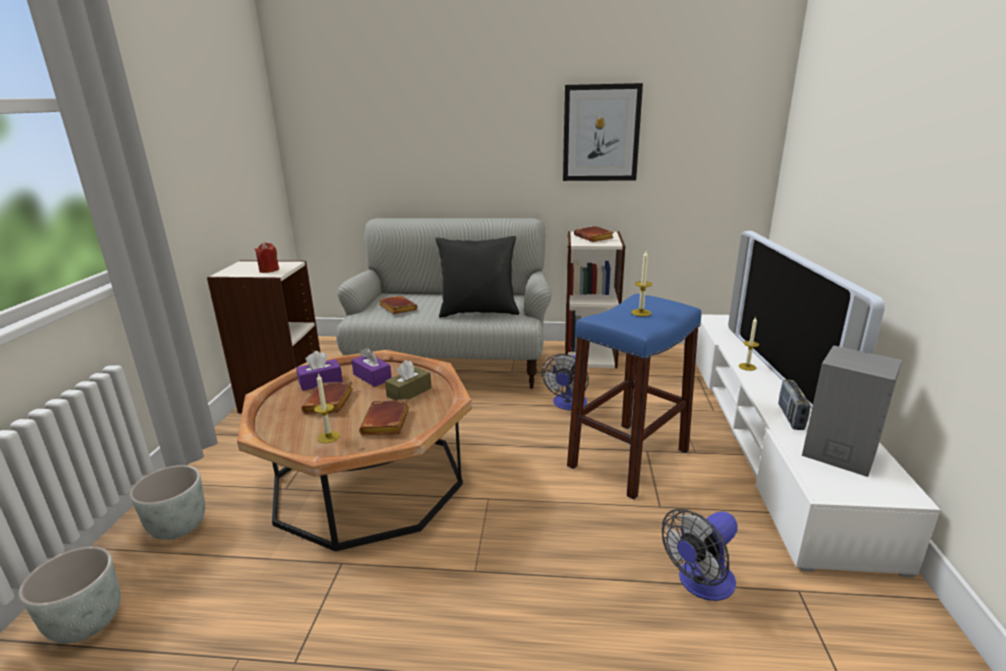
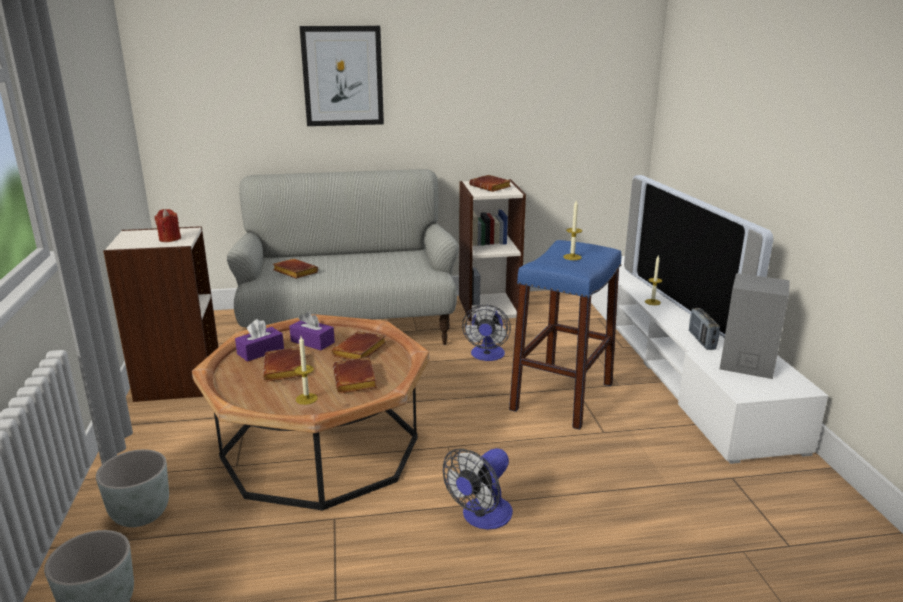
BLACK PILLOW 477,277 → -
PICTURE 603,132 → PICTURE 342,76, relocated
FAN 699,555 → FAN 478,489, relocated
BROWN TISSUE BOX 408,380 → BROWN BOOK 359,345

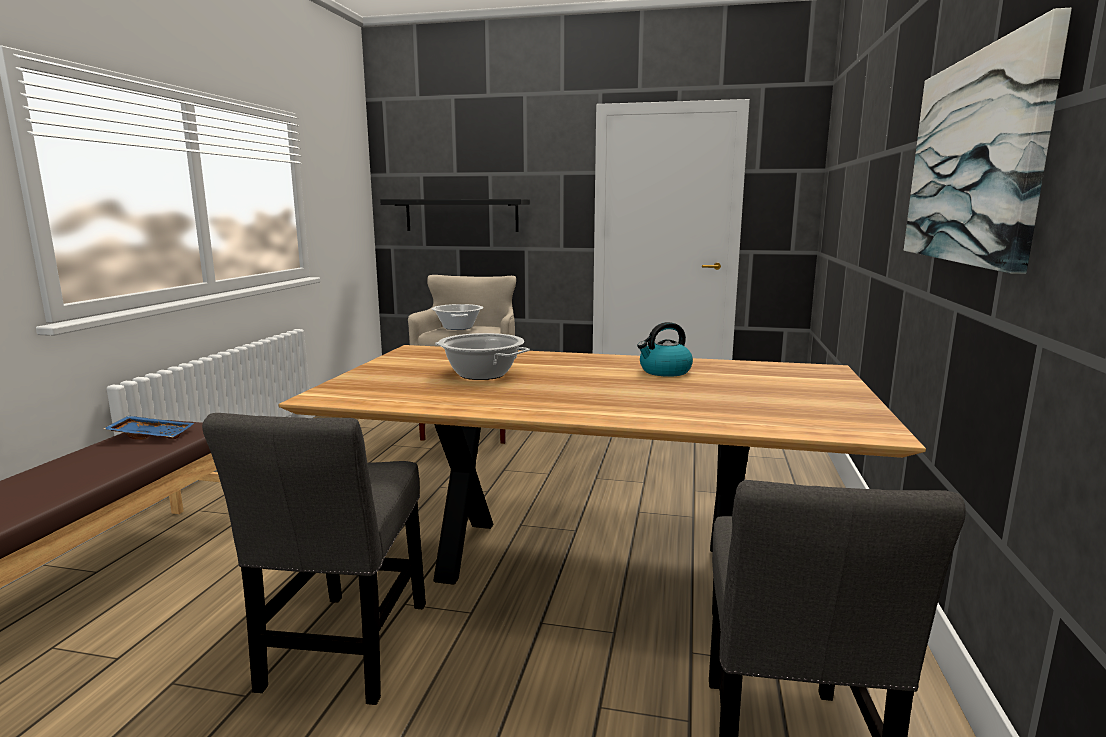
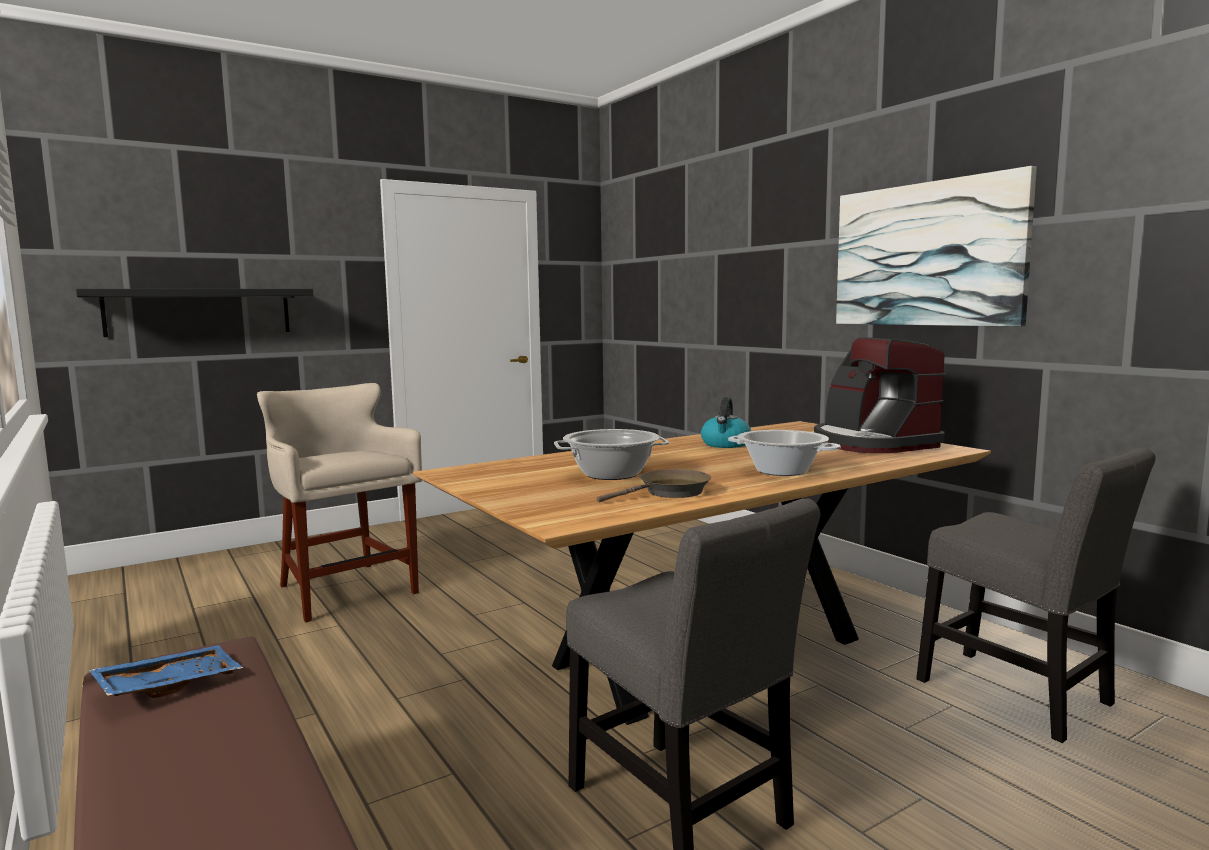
- → BROWN FRYING PAN 654,485
- → COFFEE MACHINE 879,395
COOKING POT 457,317 → COOKING POT 784,453, relocated

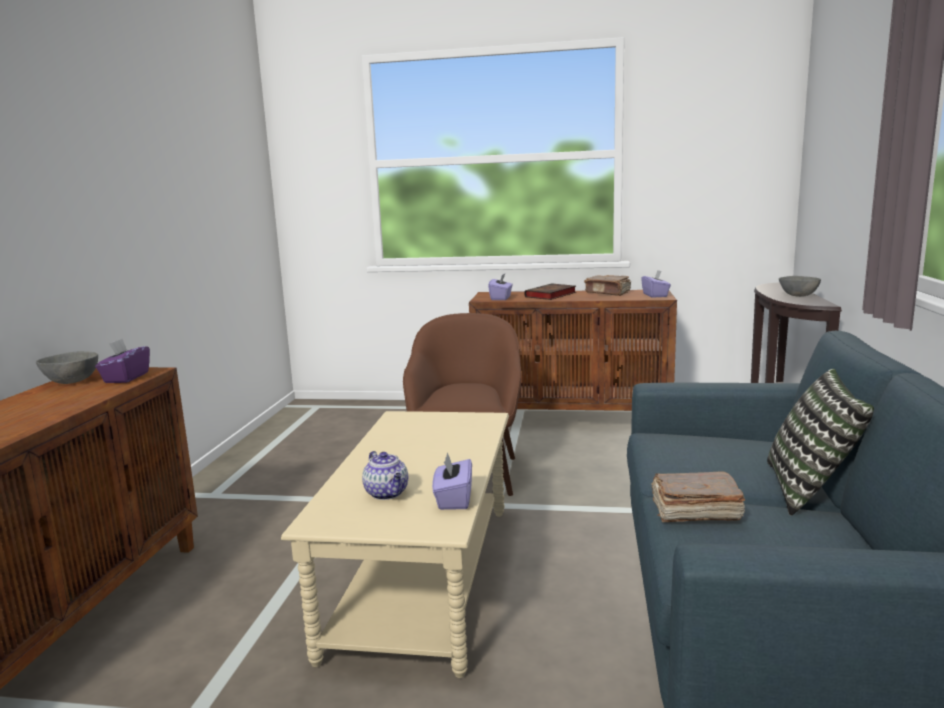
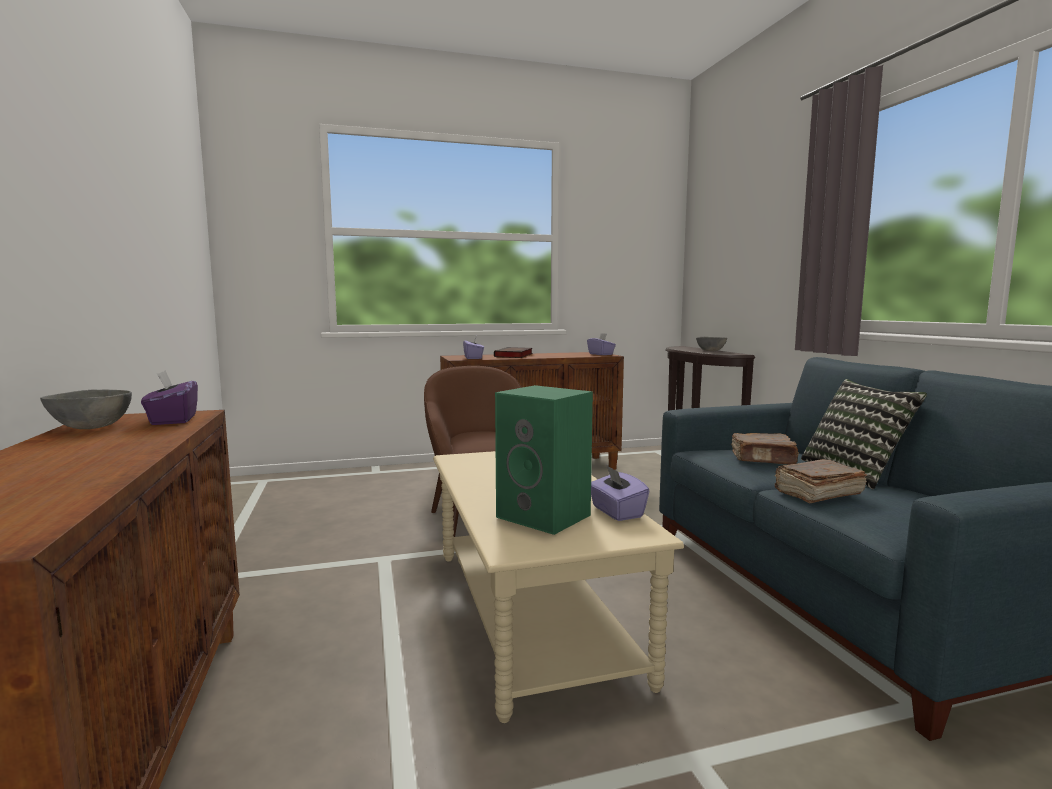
BROWN BOOK 607,285 → BROWN BOOK 765,449, relocated
TEAPOT 385,475 → GREEN SPEAKER 544,460

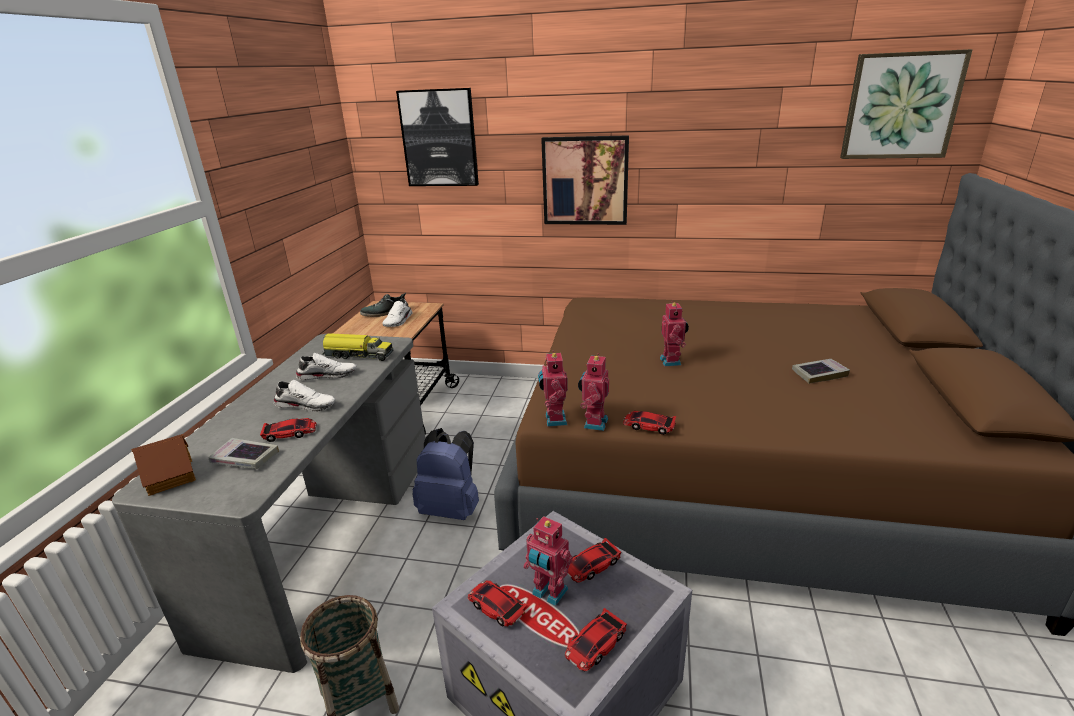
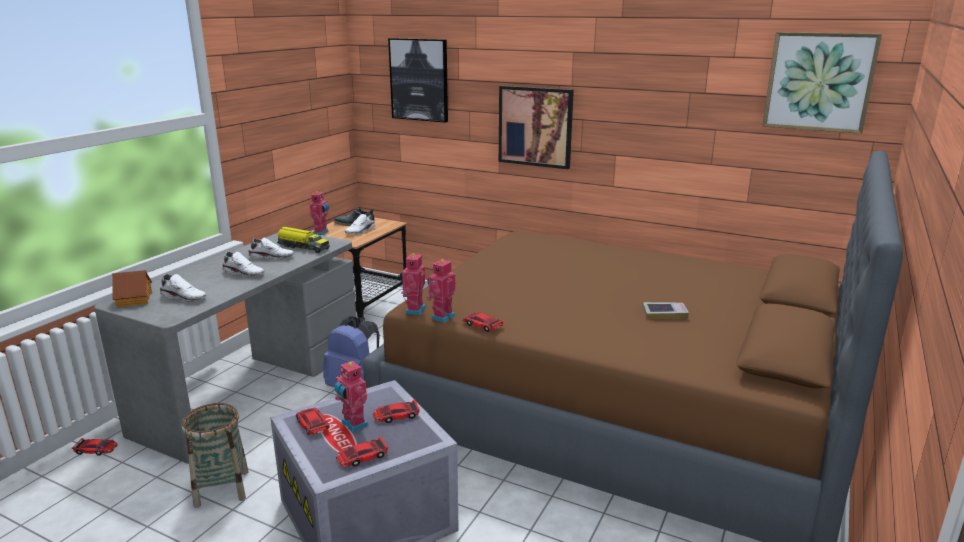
TOY CAR 288,430 → TOY CAR 95,447, relocated
TOY ROBOT 674,333 → TOY ROBOT 320,213, relocated
BOOK 244,453 → WHITE SHOE 183,288

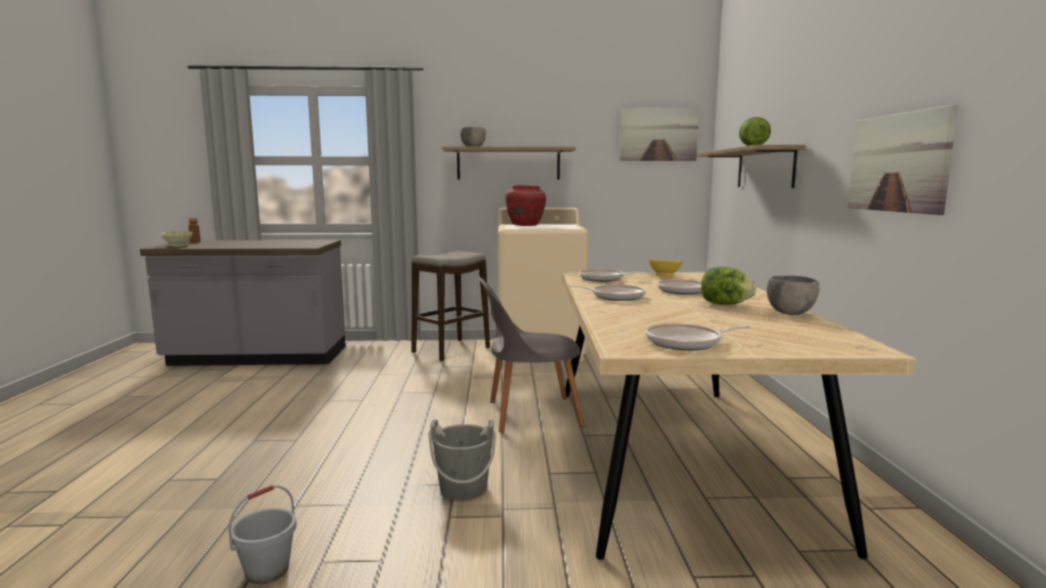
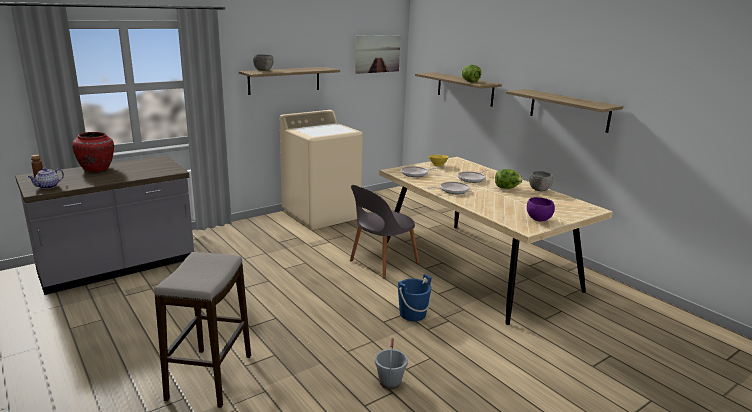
STOOL 451,306 → STOOL 202,330, relocated
RED VASE 525,205 → RED VASE 93,152, relocated
BEIGE BOWL 177,239 → TEAPOT 46,178
FRYING PAN 698,336 → PURPLE BOWL 541,209
PICTURE 903,159 → SHELF 564,111
GREY BUCKET 462,459 → BLUE BUCKET 415,297

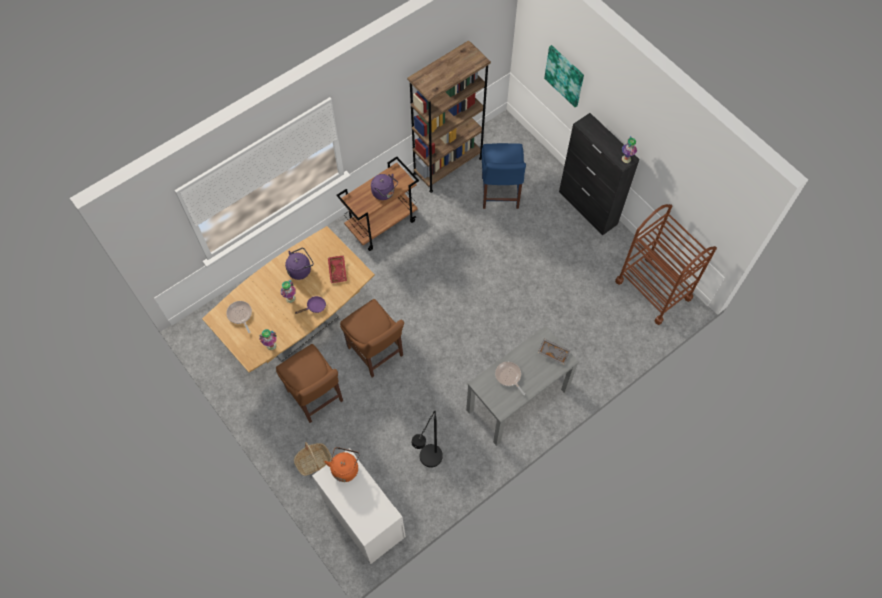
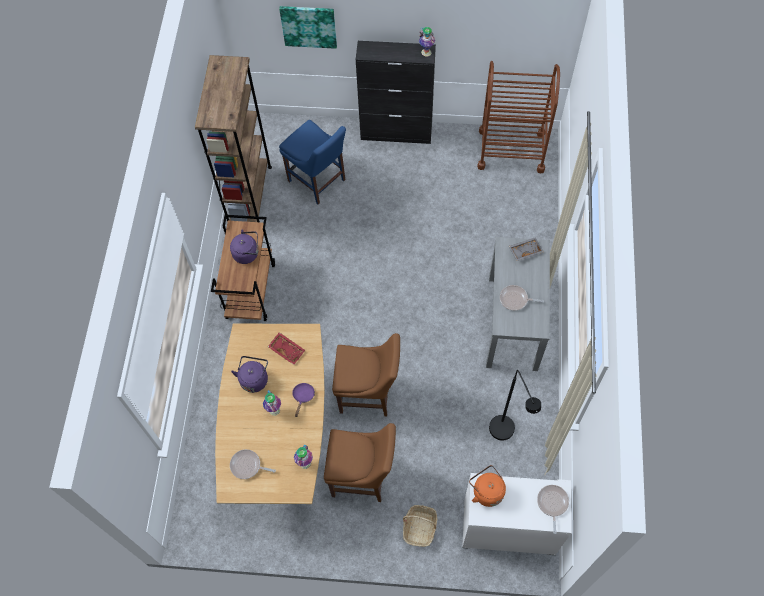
- → FRYING PAN 553,509

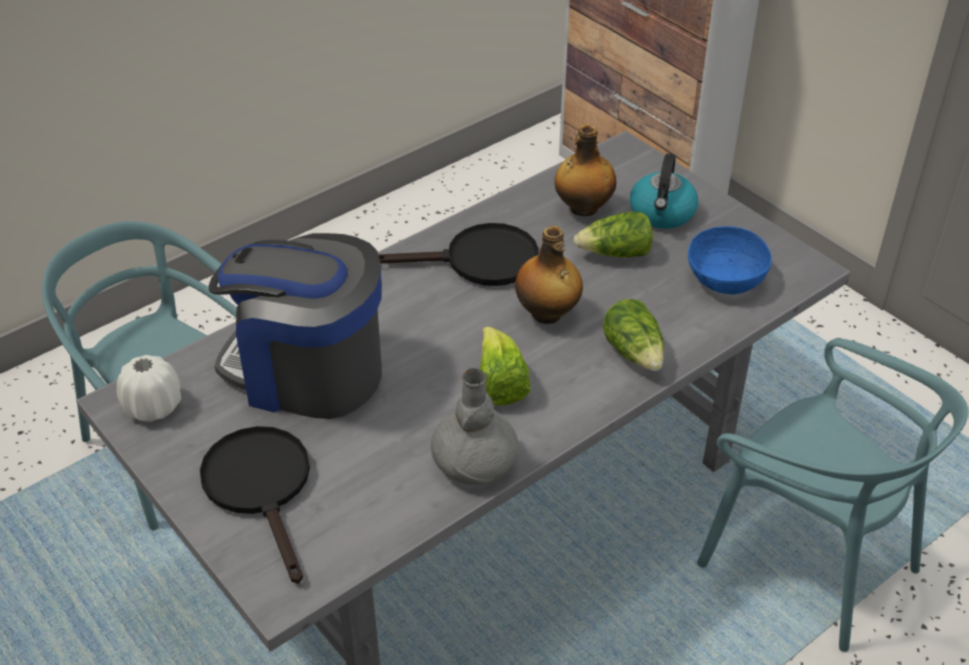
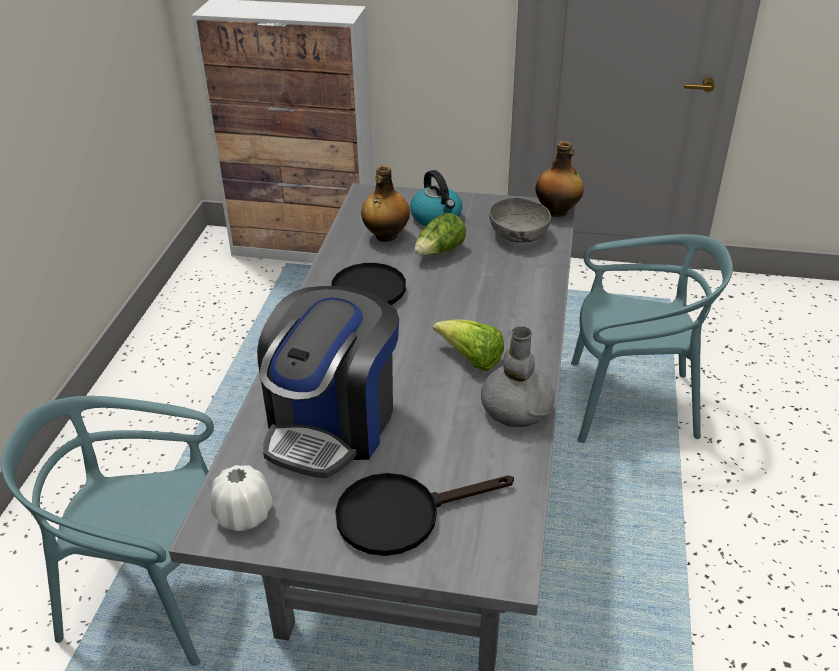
LETTUCE 633,335 → -
BOTTLE 549,275 → BOTTLE 559,179, relocated
BLUE BOWL 730,260 → GREY BOWL 520,220
BLACK FRYING PAN 255,505 → BLACK FRYING PAN 424,514, 45 degrees counterclockwise
COFFEE MACHINE 295,326 → COFFEE MACHINE 328,382, 45 degrees counterclockwise

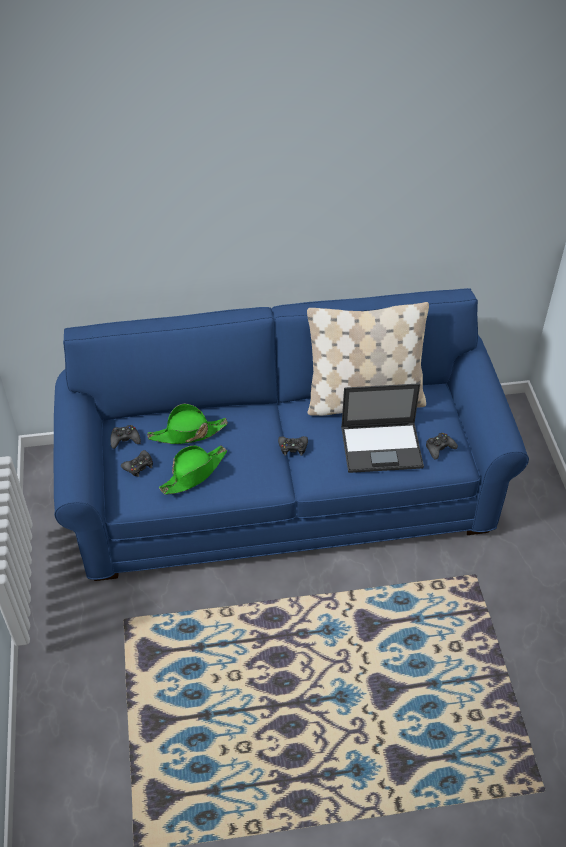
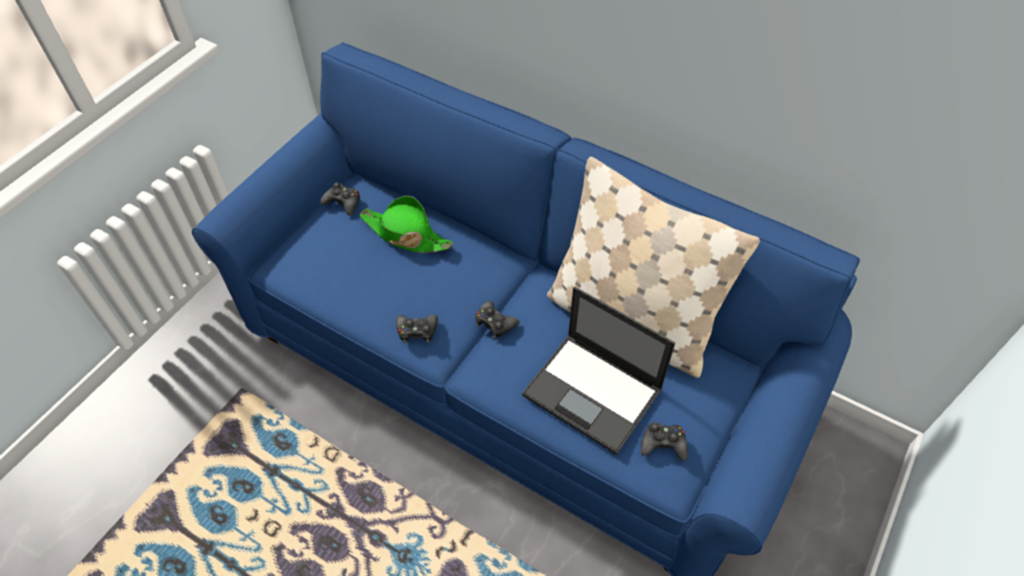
GREEN HAT 193,470 → -
BLACK GAME CONTROLLER 137,463 → BLACK GAME CONTROLLER 417,329, relocated

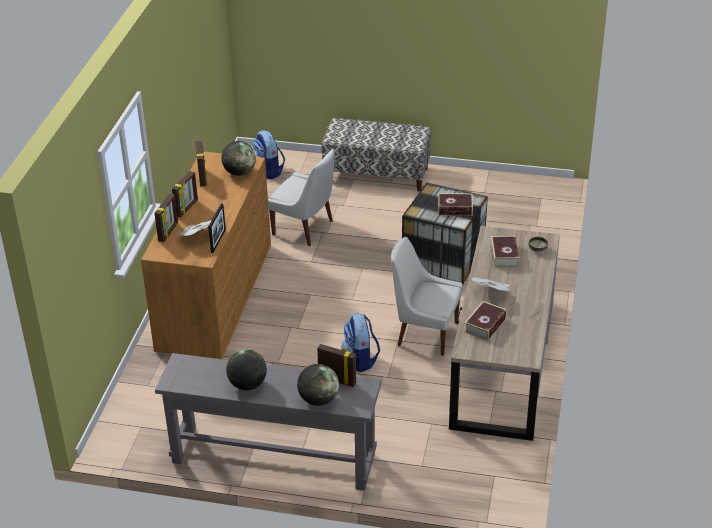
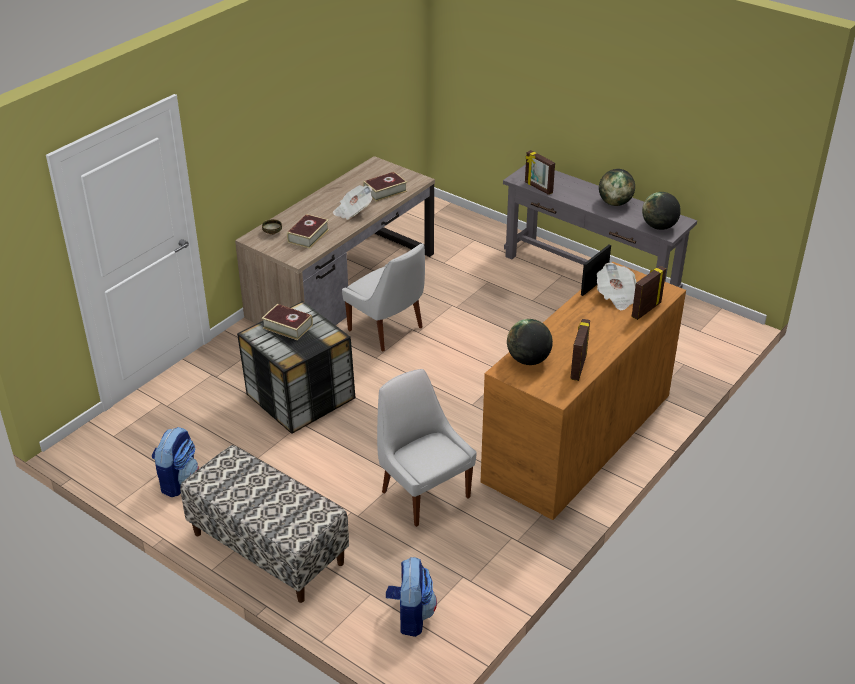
PICTURE FRAME 185,194 → -
GLOBE 318,385 → GLOBE 661,211, relocated
BACKPACK 360,342 → BACKPACK 175,462, relocated

